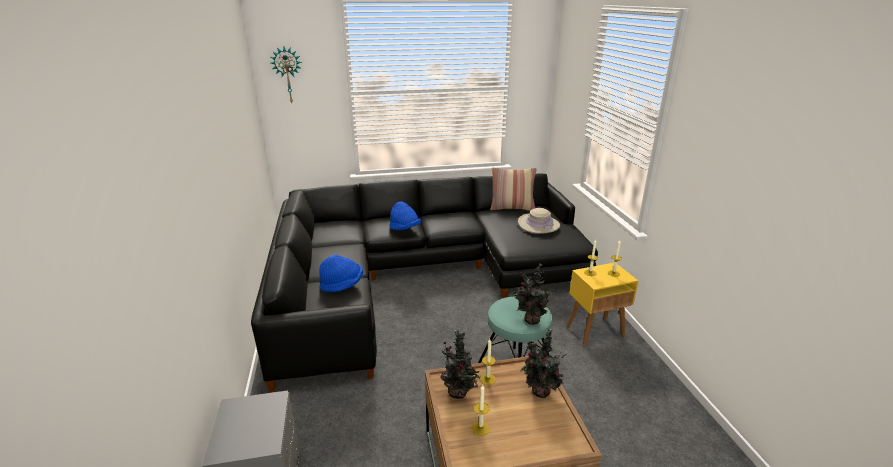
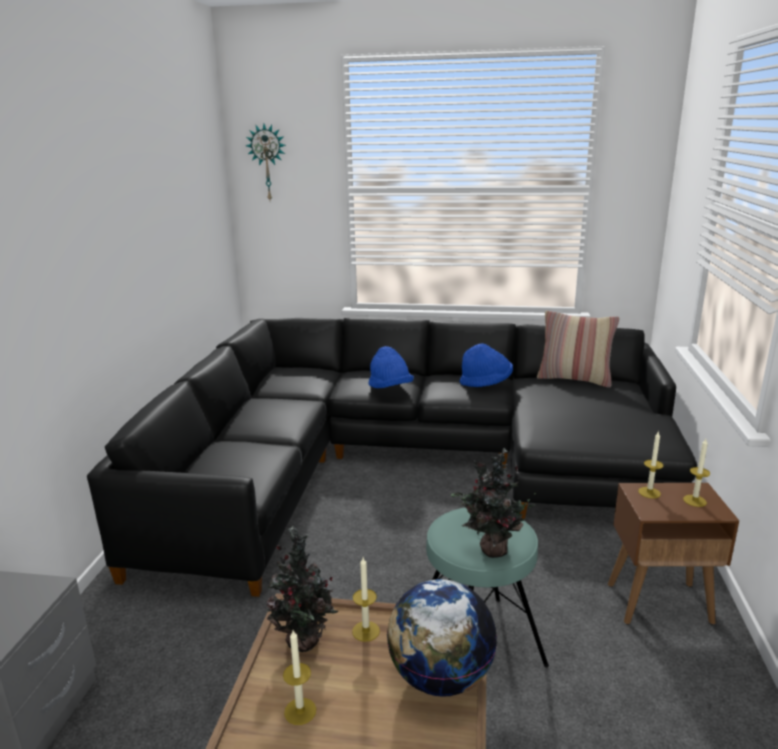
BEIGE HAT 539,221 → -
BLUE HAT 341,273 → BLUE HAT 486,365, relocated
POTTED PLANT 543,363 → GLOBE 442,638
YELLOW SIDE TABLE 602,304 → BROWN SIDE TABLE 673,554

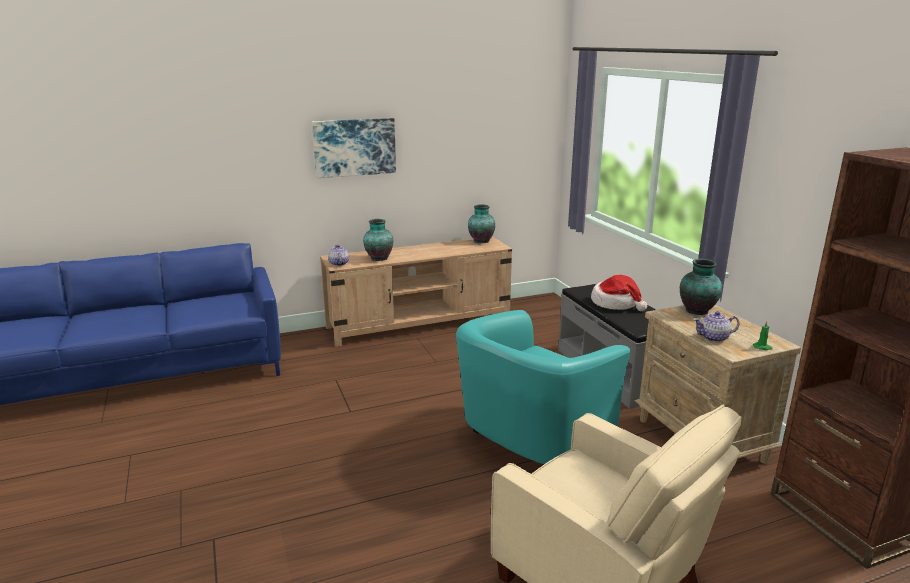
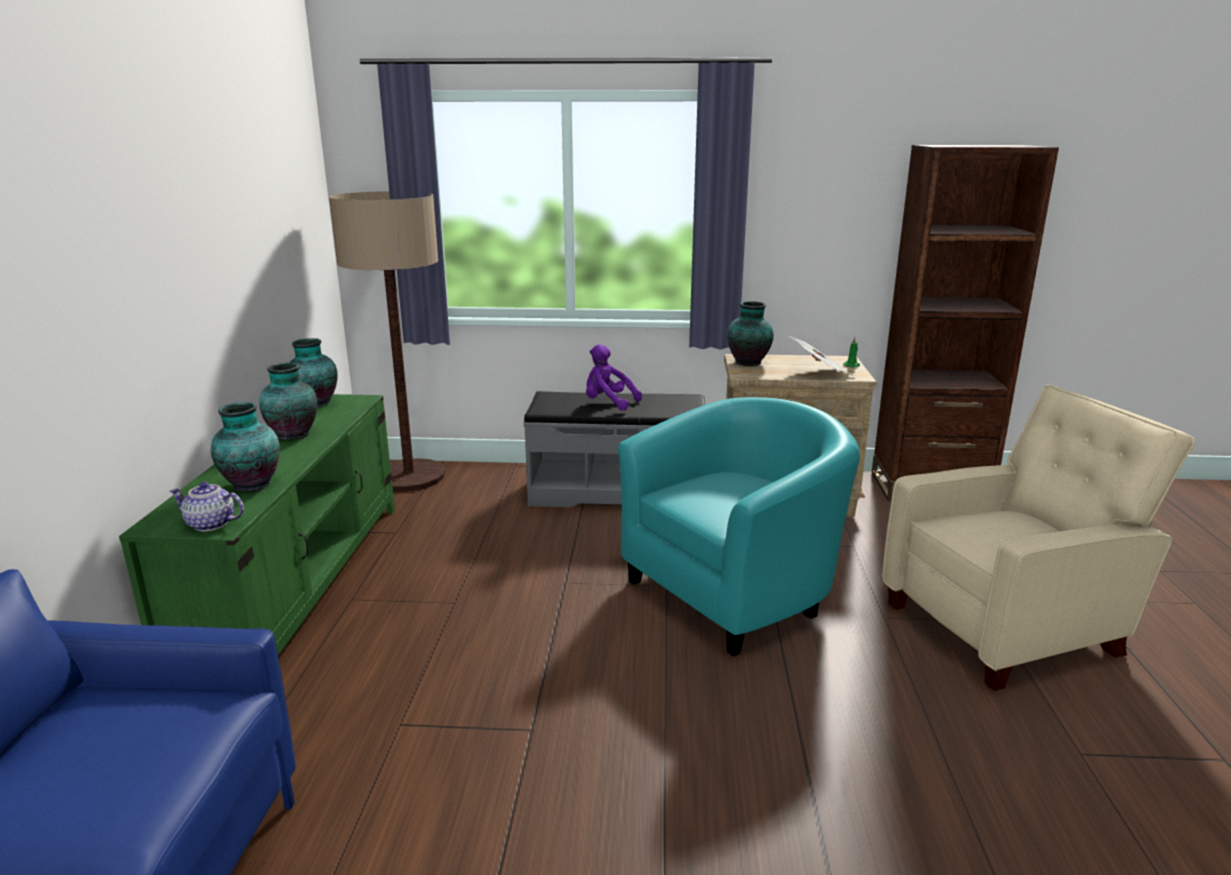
PICTURE 354,148 → -
- → VASE 288,401
- → FLOOR LAMP 387,341
HAT 619,293 → PURPLE PLUSH TOY 614,377
TEAPOT 716,326 → NEWSPAPER 821,356
BEIGE TV STAND 416,292 → GREEN TV STAND 257,524
TURQUOISE ARMCHAIR 543,387 → TURQUOISE ARMCHAIR 739,527, 105 degrees counterclockwise

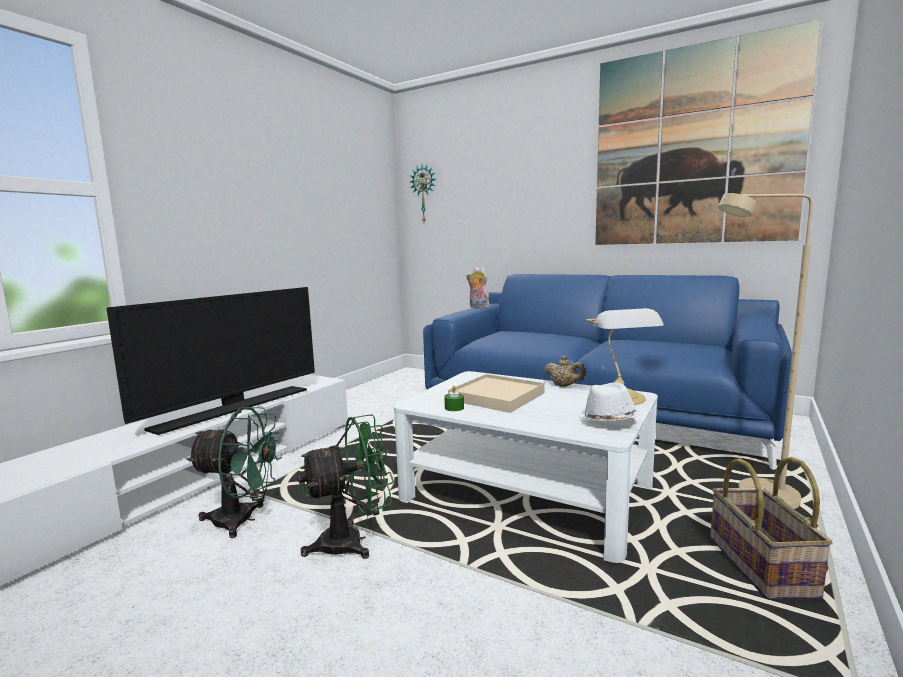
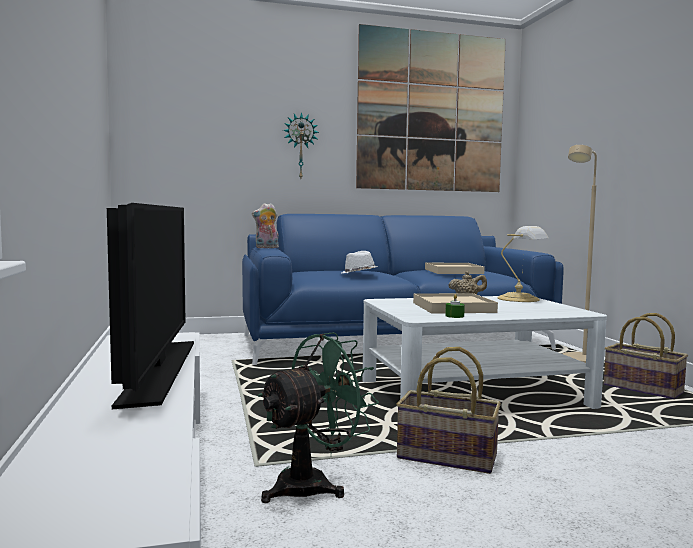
- → BEIGE TRAY 455,268
WALL CLOCK 423,193 → WALL CLOCK 301,145, relocated
WHITE HAT 610,401 → WHITE HAT 359,262, relocated
GREEN FAN 345,486 → BASKET 448,410

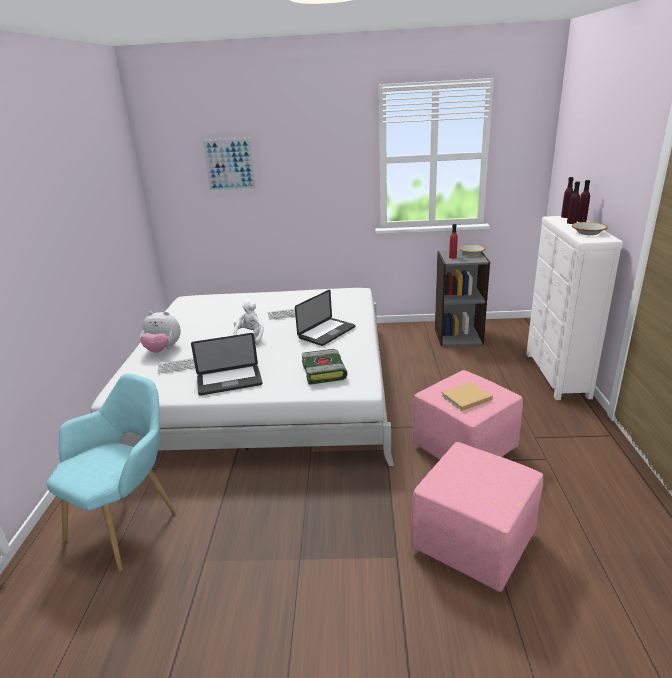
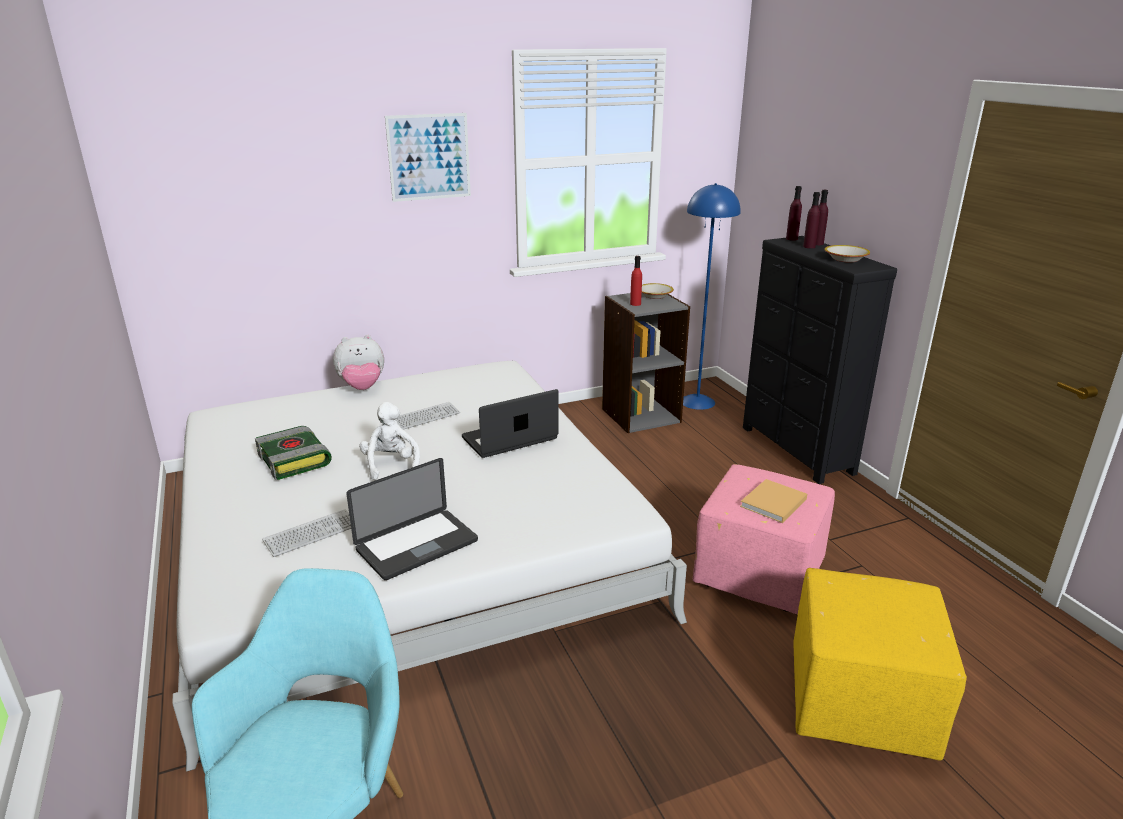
- → BLUE FLOOR LAMP 712,296
PLUSH TOY 160,332 → PLUSH TOY 358,362, relocated
PICTURE 229,164 → PICTURE 428,157, relocated
BOOK 324,367 → BOOK 293,453, relocated
PINK OTTOMAN 477,517 → YELLOW OTTOMAN 880,664
WHITE DRESSER 574,308 → BLACK DRESSER 820,360
LAPTOP 325,318 → LAPTOP 510,423, 135 degrees counterclockwise

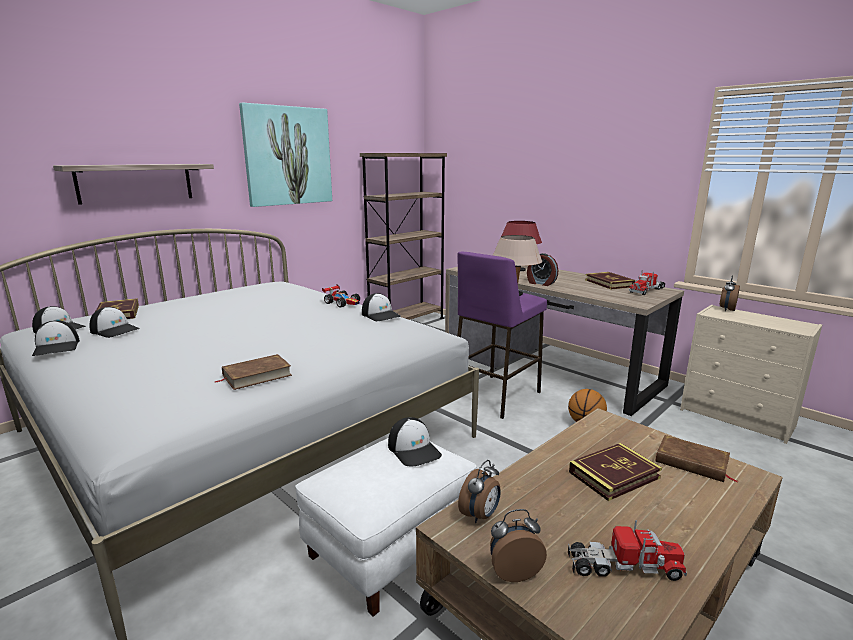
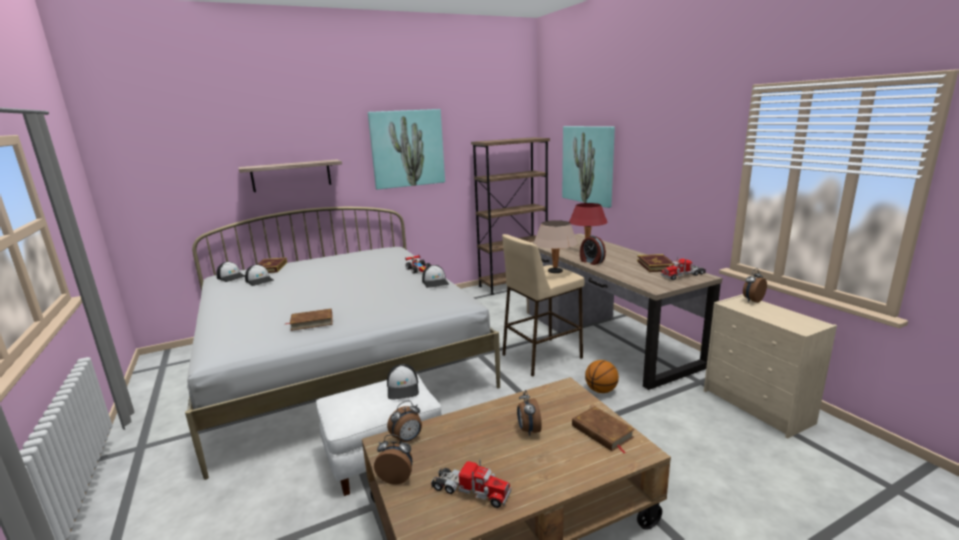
CAP 56,338 → -
- → PICTURE 588,167
BOOK 615,472 → ALARM CLOCK 529,413
PURPLE STOOL 502,335 → BEIGE STOOL 543,305

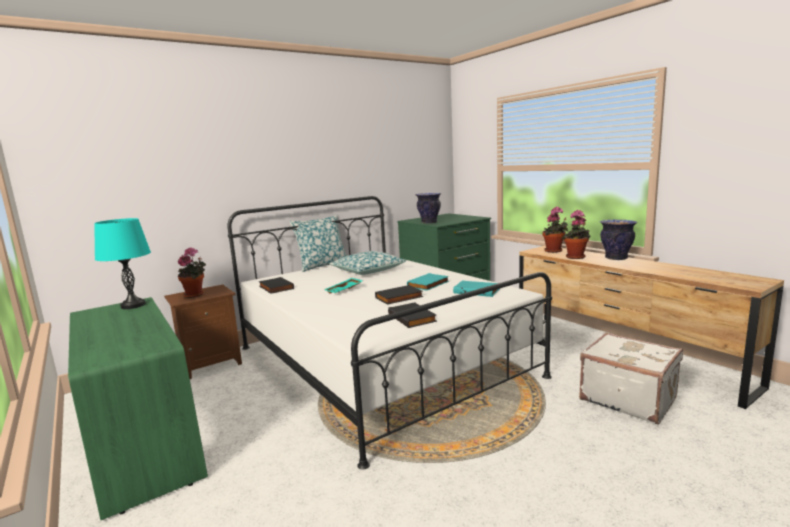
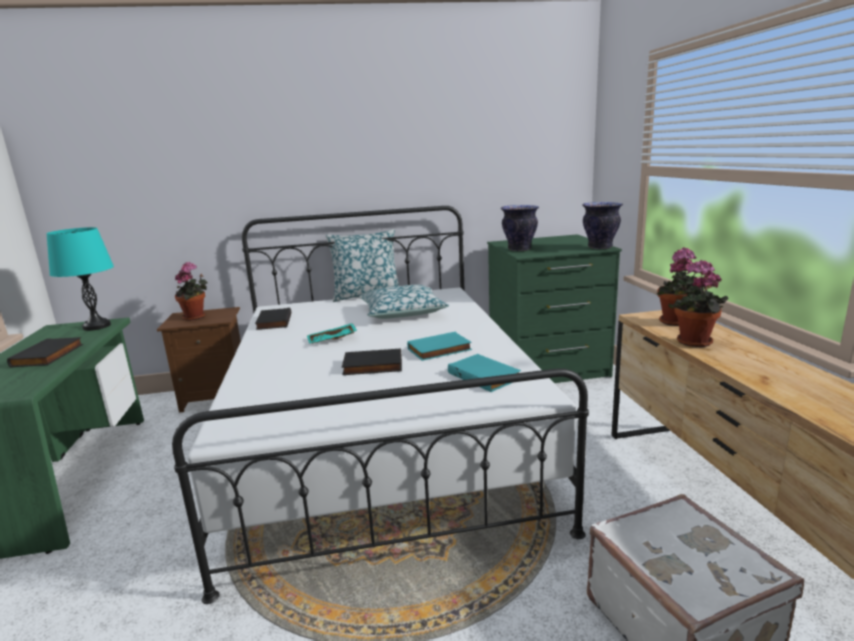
BLACK BOOK 412,315 → BLACK BOOK 45,352, relocated
VASE 618,240 → VASE 602,225, relocated

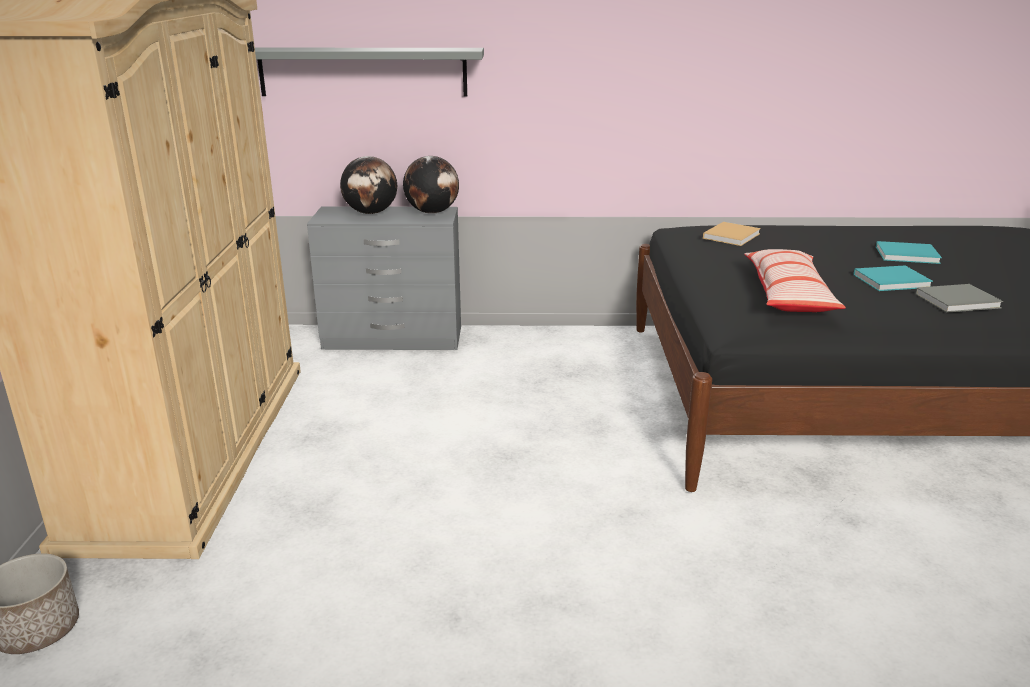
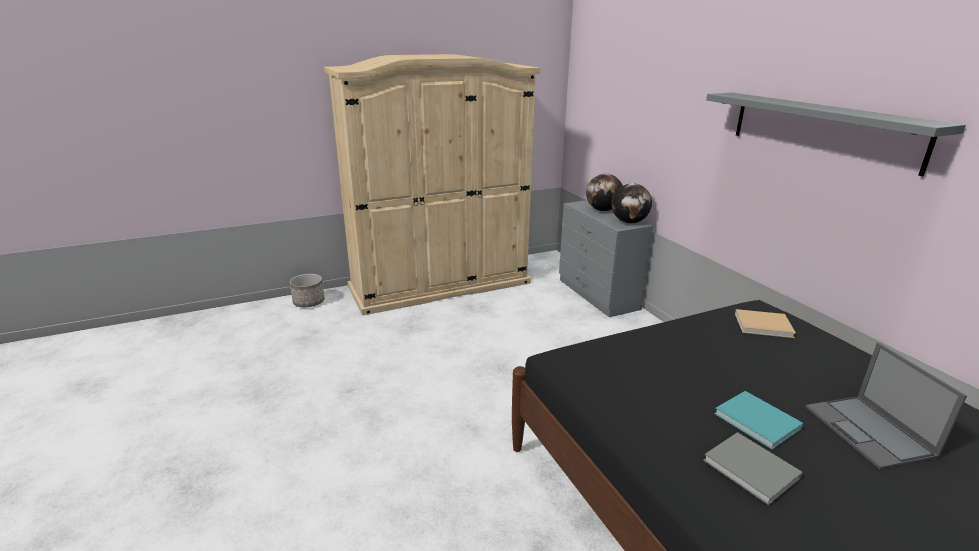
PILLOW 795,280 → -
GREY SHELF 369,72 → GREY SHELF 836,134, relocated
TURQUOISE BOOK 909,252 → LAPTOP 886,405

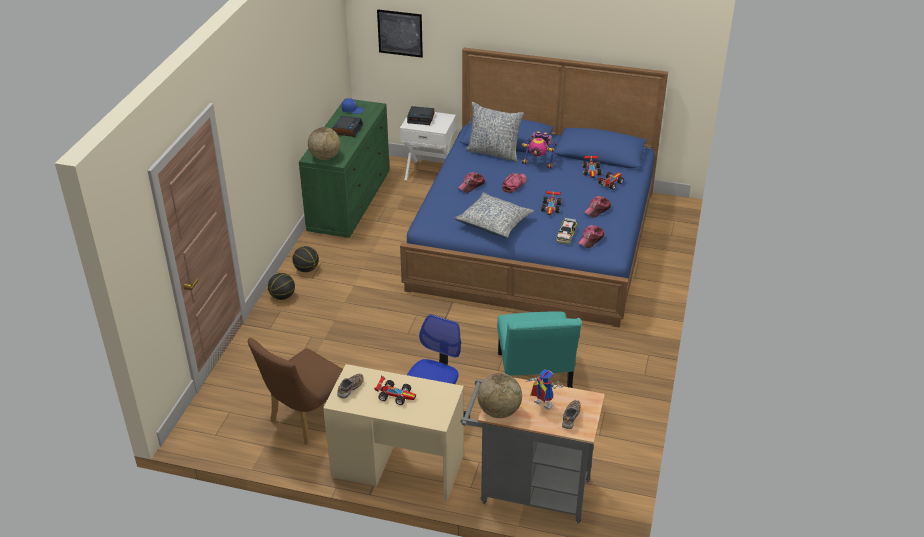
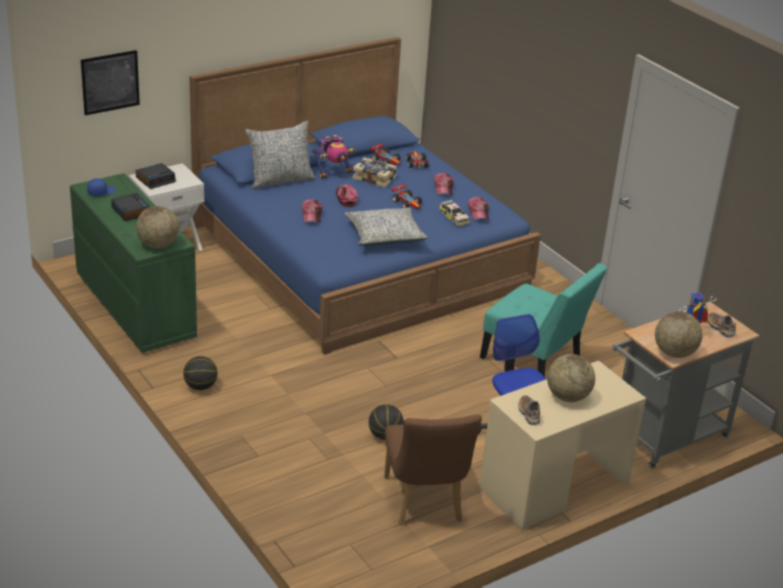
- → BOOK 374,173
BASKETBALL 281,286 → BASKETBALL 386,422, relocated
TOY CAR 395,390 → GLOBE 571,378

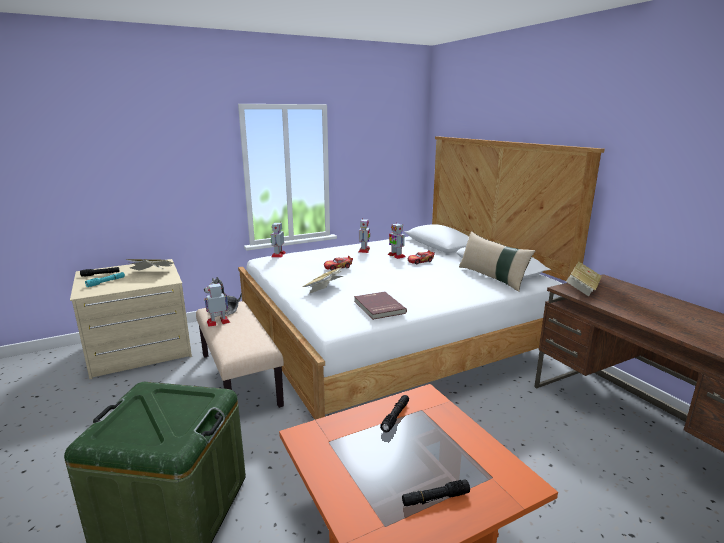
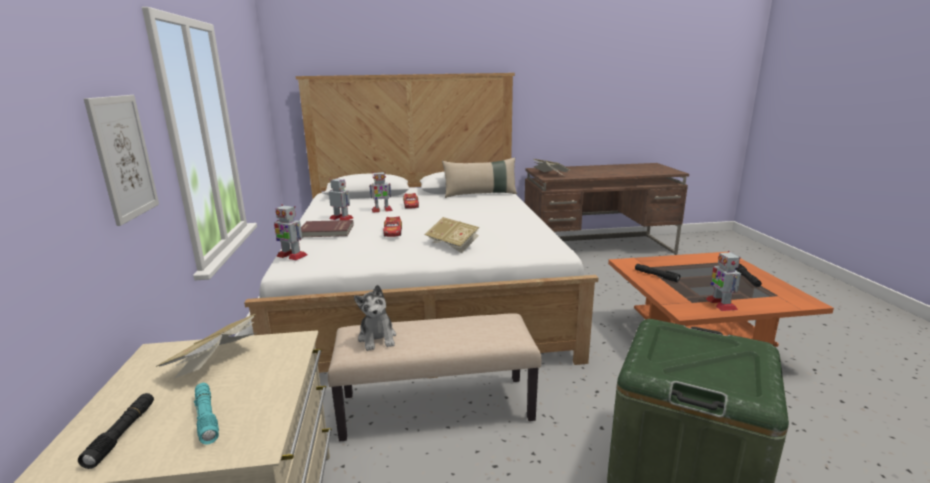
- → PICTURE 121,160
TOY ROBOT 217,305 → TOY ROBOT 723,281, relocated
RED BOOK 380,306 → RED BOOK 327,228, relocated

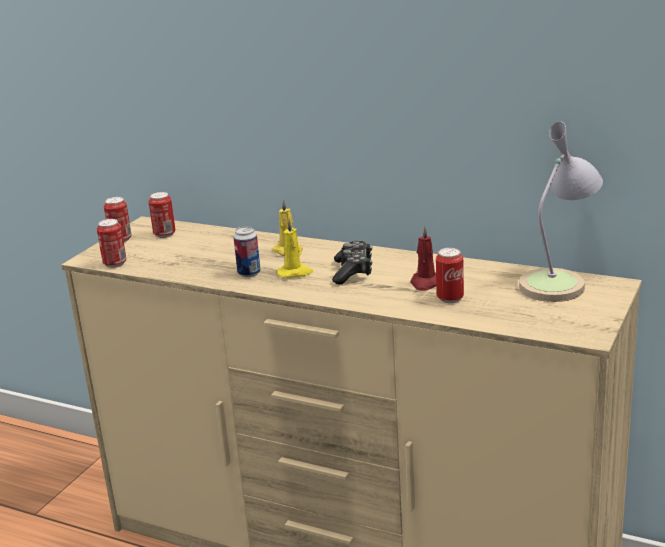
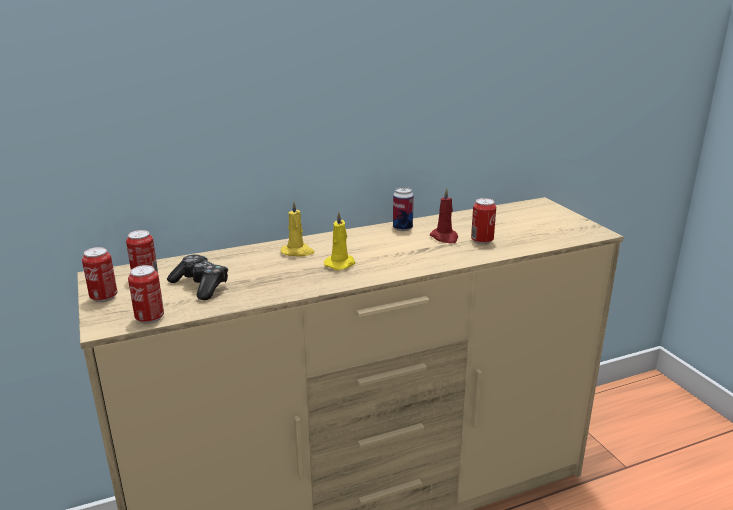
TABLE LAMP 561,211 → -
CAN 246,251 → CAN 403,209, relocated
GAME CONTROLLER 352,263 → GAME CONTROLLER 197,277, relocated

